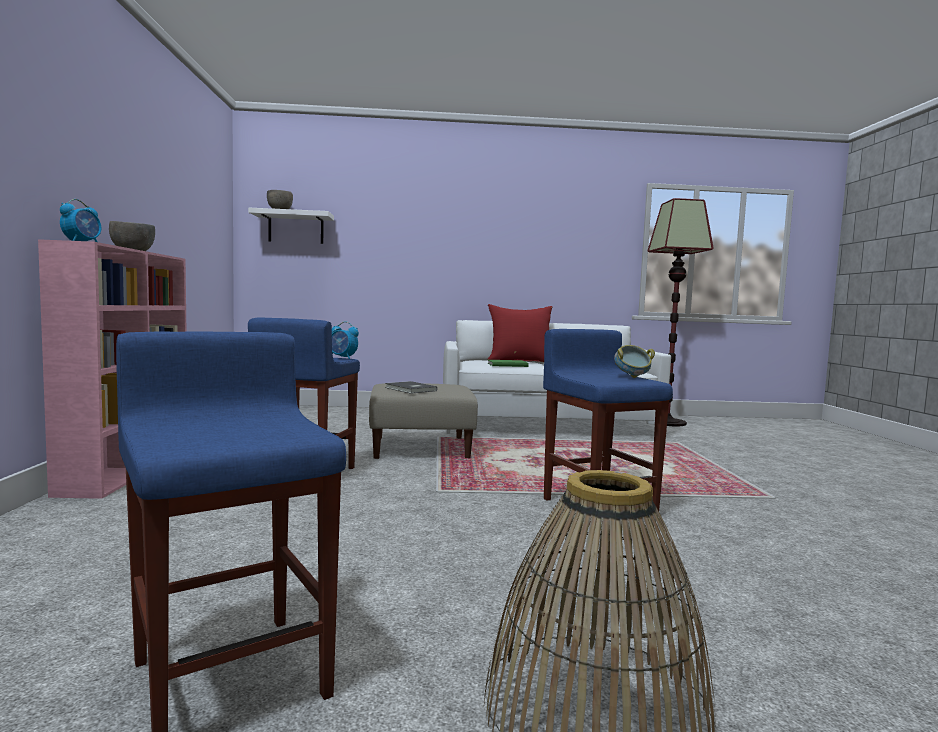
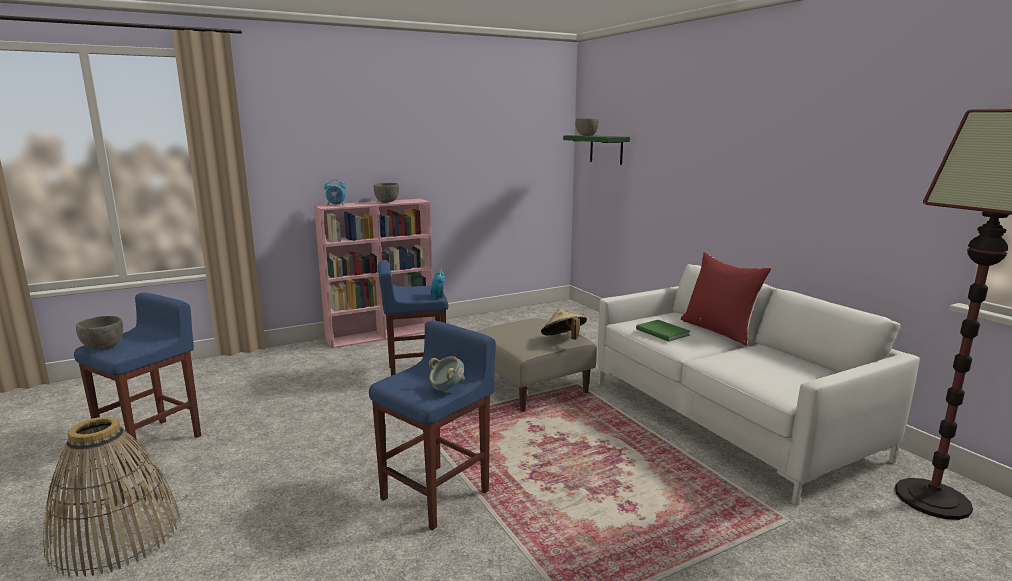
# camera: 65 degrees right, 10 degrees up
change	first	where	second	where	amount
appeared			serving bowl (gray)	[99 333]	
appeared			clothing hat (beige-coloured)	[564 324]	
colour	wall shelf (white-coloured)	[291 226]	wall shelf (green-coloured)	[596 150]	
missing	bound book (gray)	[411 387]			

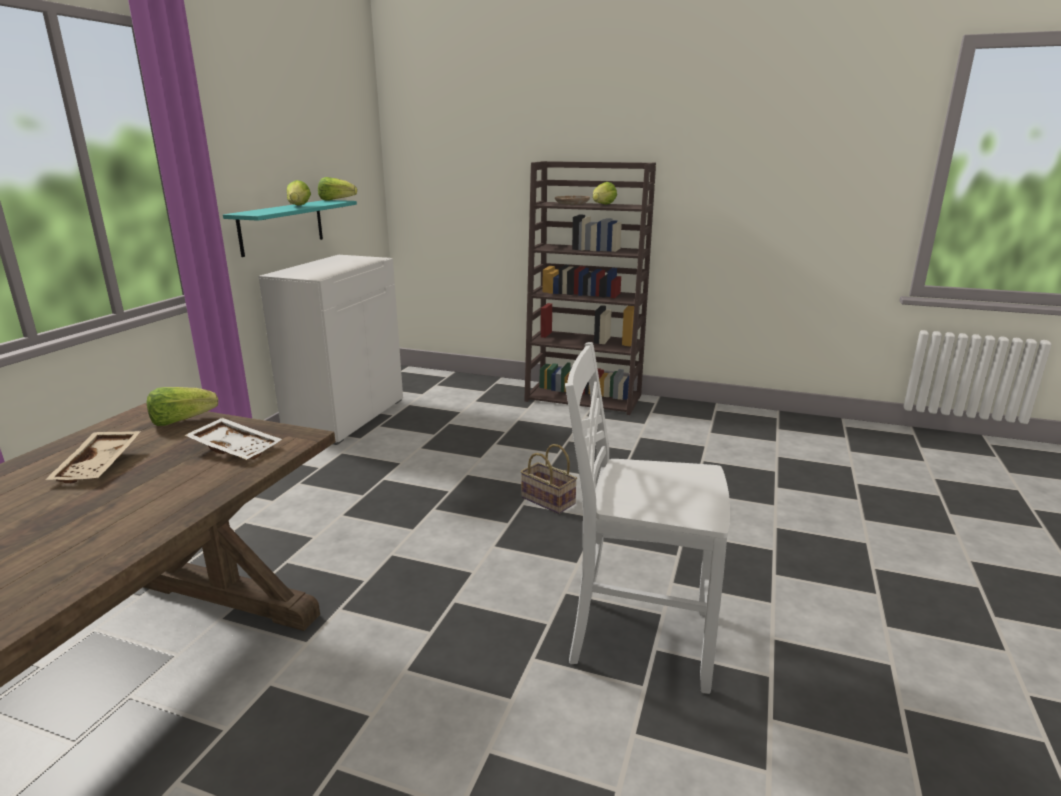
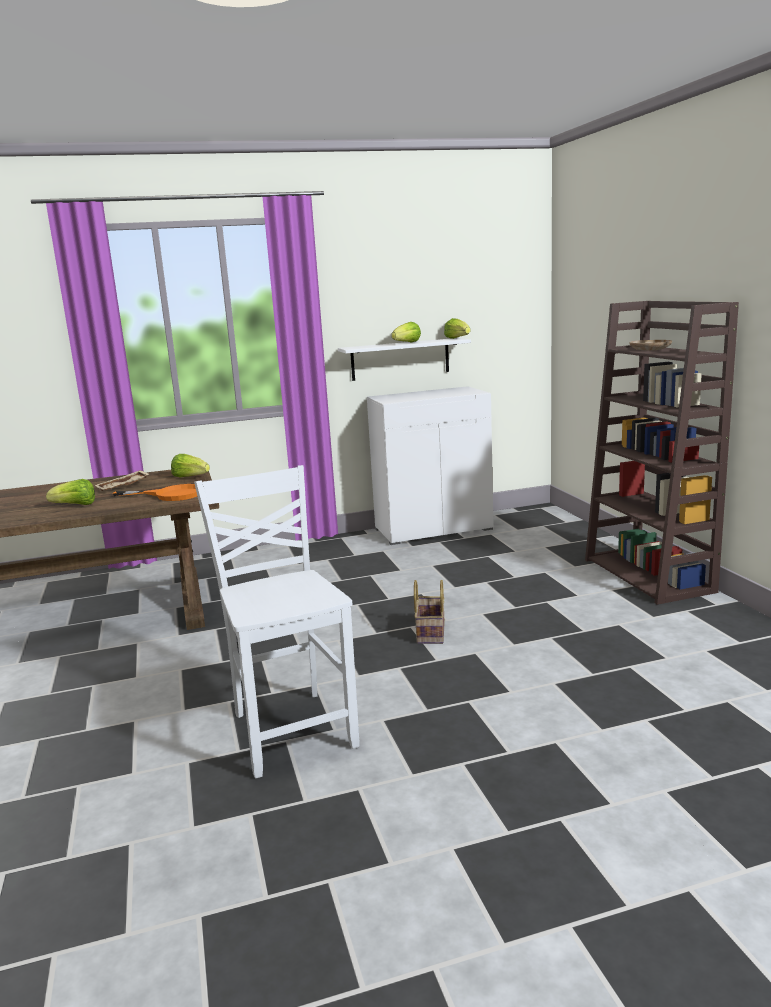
# camera: 55 degrees right, 5 degrees down
change	first	where	second	where	amount
relocated	head of lettuce	[605 193]		[70 492]	
exchanged	carrying tray (white-coloured)	[233 439]	pan (orange-coloured)	[154 492]	
colour	wall shelf (turquoise-coloured)	[290 228]	wall shelf (white-coloured)	[404 359]	

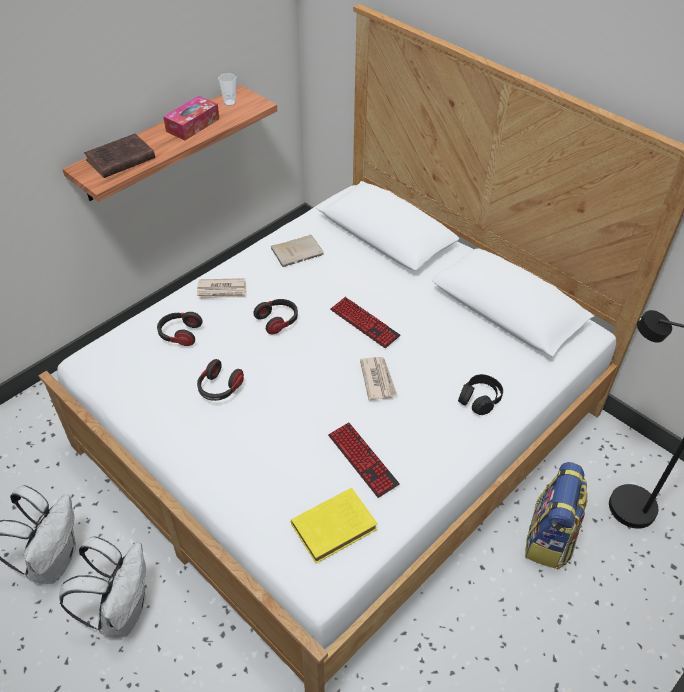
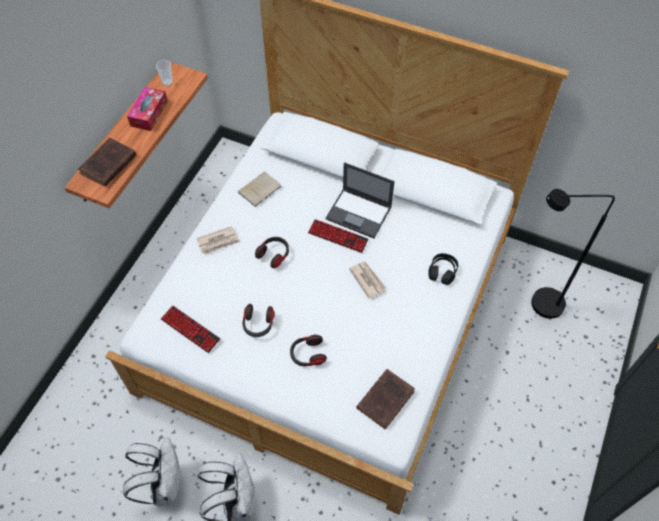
# camera: 20 degrees left, 10 degrees up
change	first	where	second	where	amount
relocated	keyboard	[364 460]		[190 329]	
relocated	pair of headphones	[180 329]		[308 350]	
appeared			notebook computer	[360 200]	
colour	bound book (yellow-coloured)	[334 525]	bound book (brown-coloured)	[385 399]	
missing	knapsack	[556 516]			

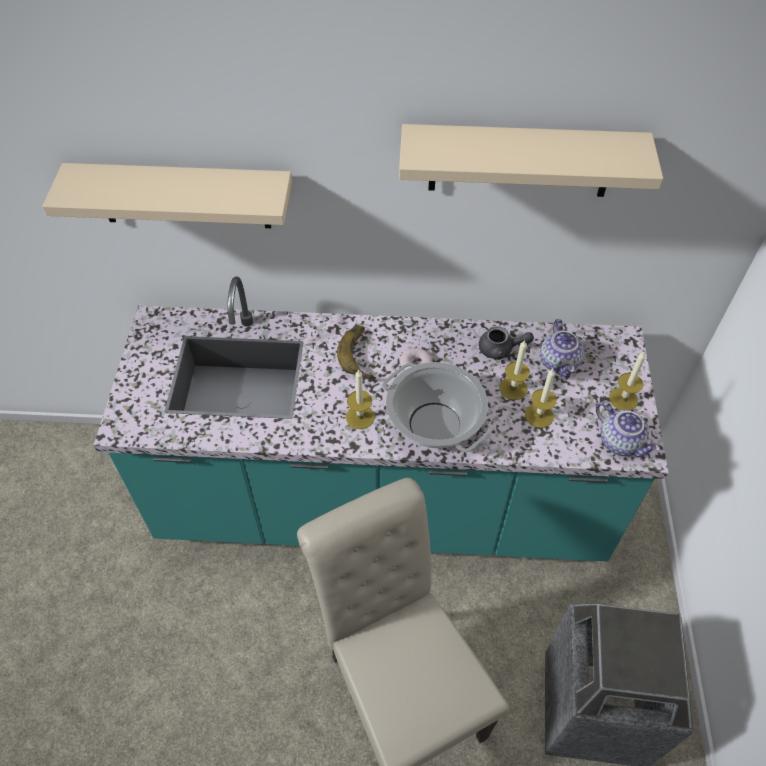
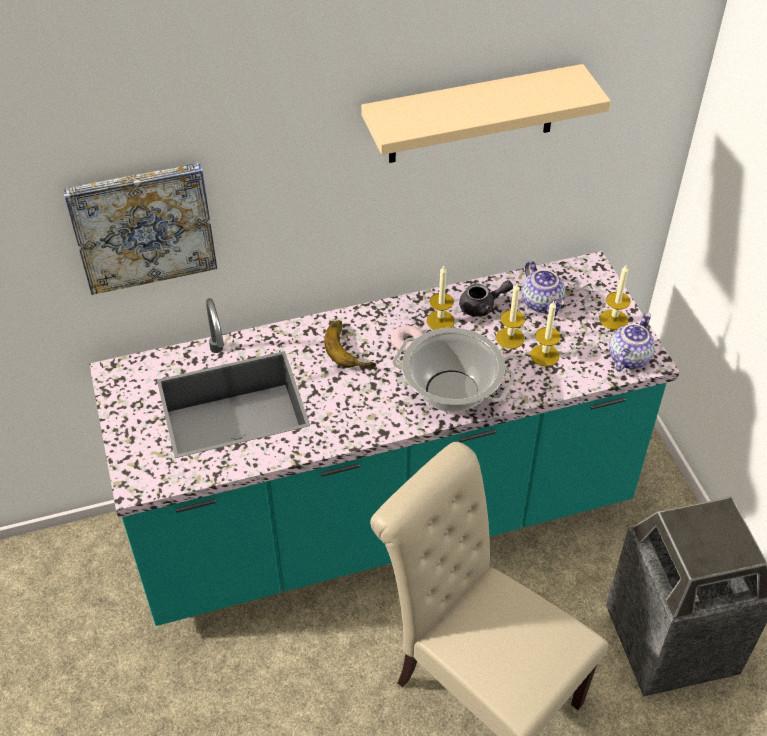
# camera: 20 degrees left, 5 degrees down
change	first	where	second	where	amount
exchanged	wall shelf (beige-coloured)	[167 195]	picture	[140 229]	
relocated	wax light	[360 399]		[441 297]	
spun	pot for tea	[628 429]		[632 342]	90 degrees counterclockwise

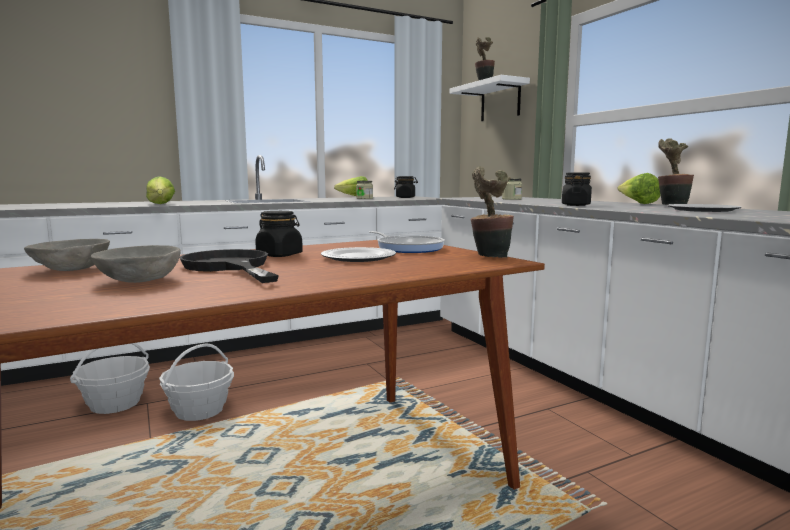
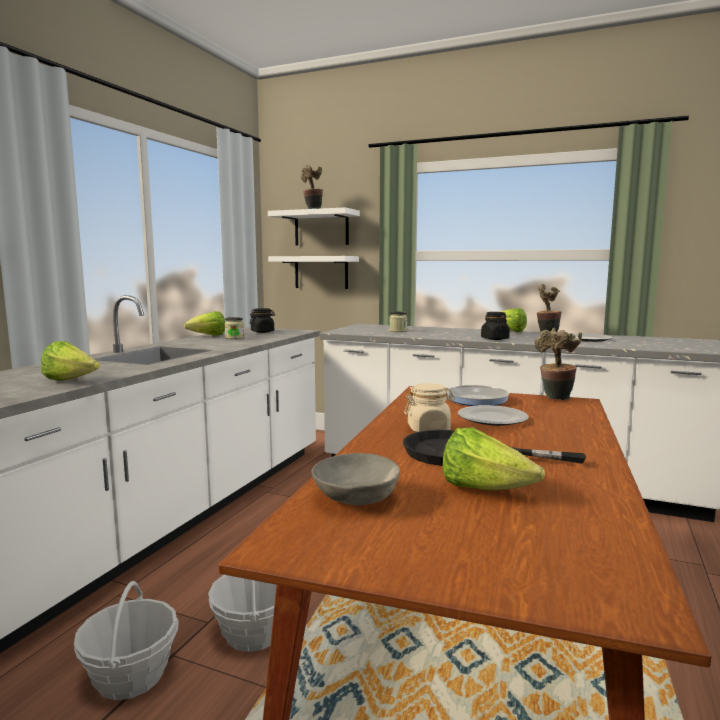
# camera: 40 degrees left, 0 degrees up
change	first	where	second	where	amount
appeared			wall shelf (white-coloured)	[313 272]	
colour	preserve jar (black)	[279 234]	preserve jar (beige-coloured)	[429 407]	
exchanged	serving bowl (gray)	[136 264]	head of lettuce	[493 458]	

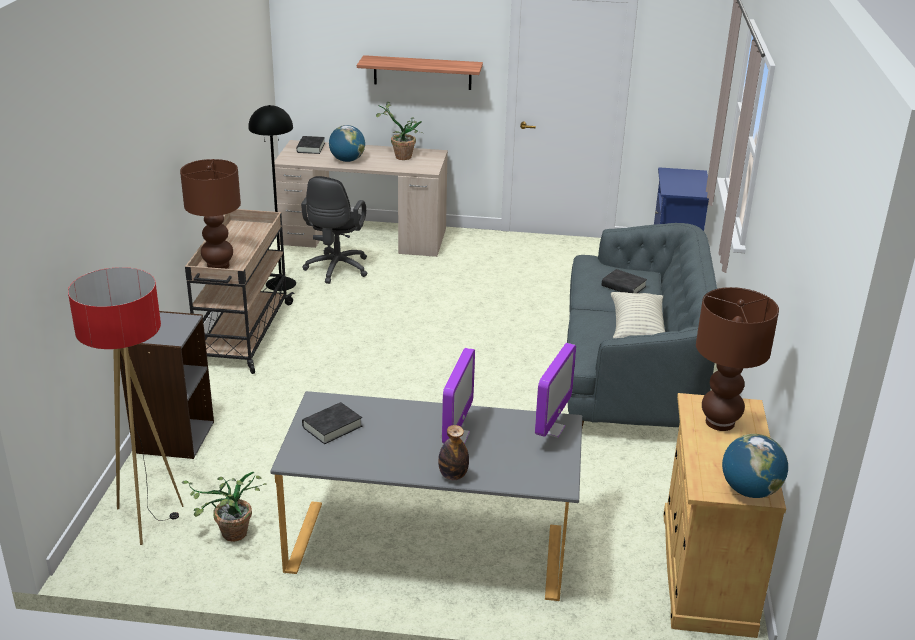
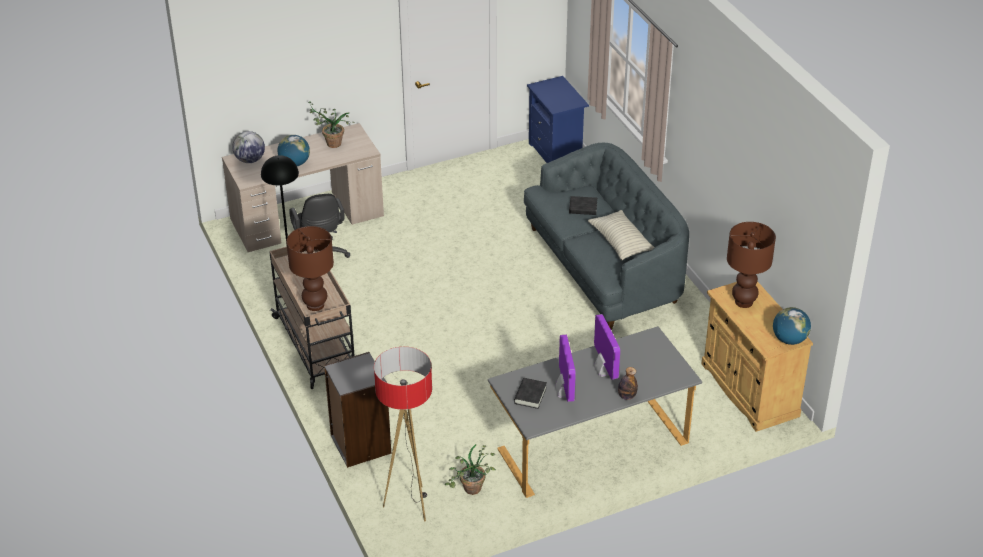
# camera: 30 degrees left, 10 degrees up
change	first	where	second	where	amount
exchanged	bound book (black)	[310 145]	desk globe	[248 147]	
relocated	computer screen	[555 390]		[565 368]	
missing	wall shelf	[420 72]			

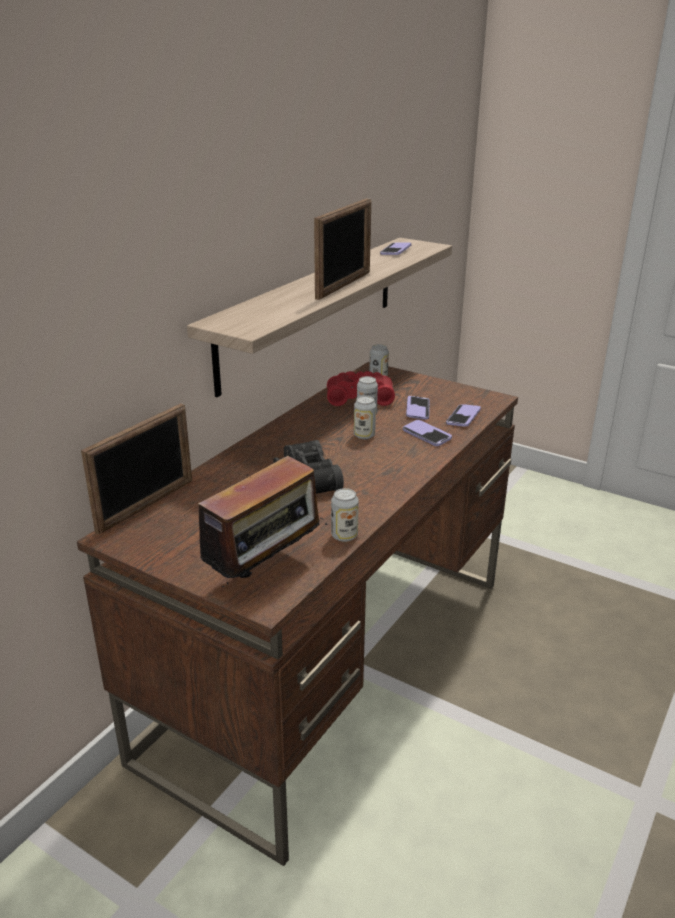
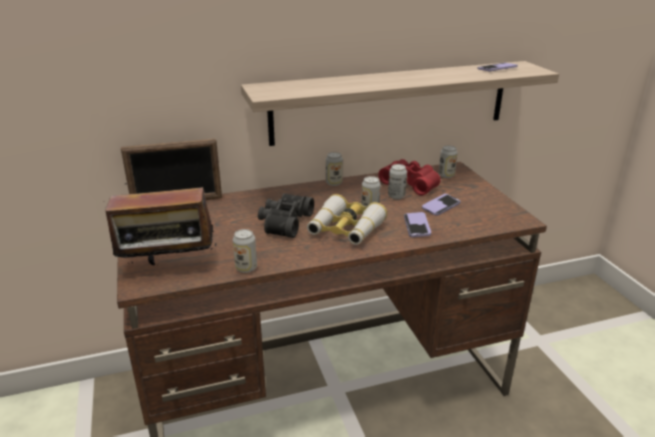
# camera: 40 degrees right, 0 degrees up
change	first	where	second	where	amount
appeared			field glasses	[347 219]	
appeared			sealed can	[334 169]	
missing	picture frame	[342 249]			
missing	telephone	[463 415]			

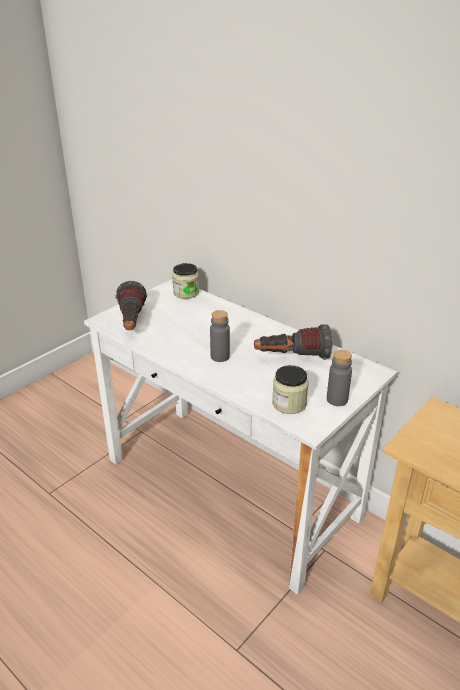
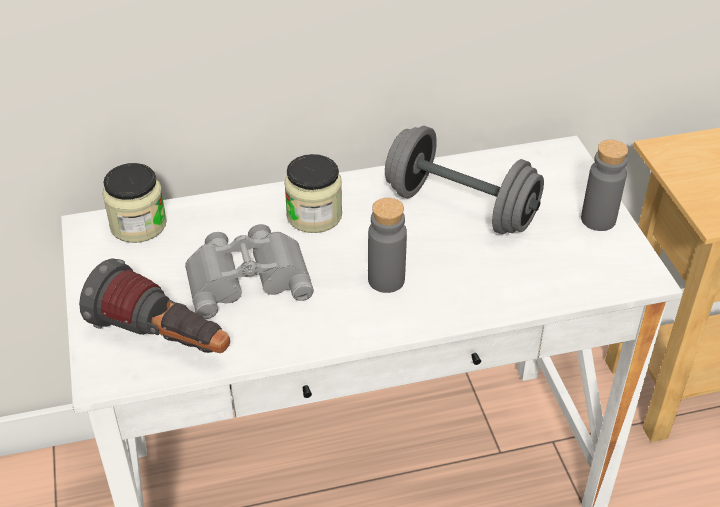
# camera: 55 degrees left, 10 degrees up
change	first	where	second	where	amount
appeared			field glasses (gray)	[249 271]	
relocated	preserve jar	[290 389]		[313 193]	
exchanged	flashlight	[293 342]	free weight (gray)	[464 180]	

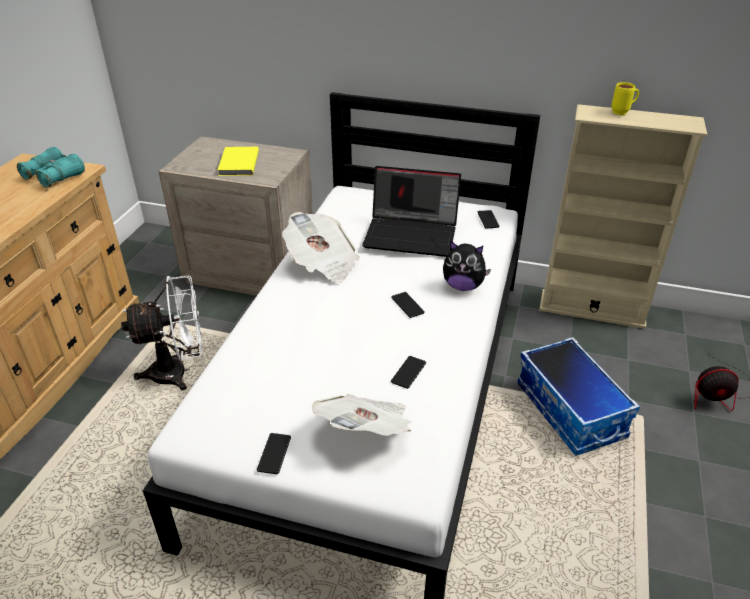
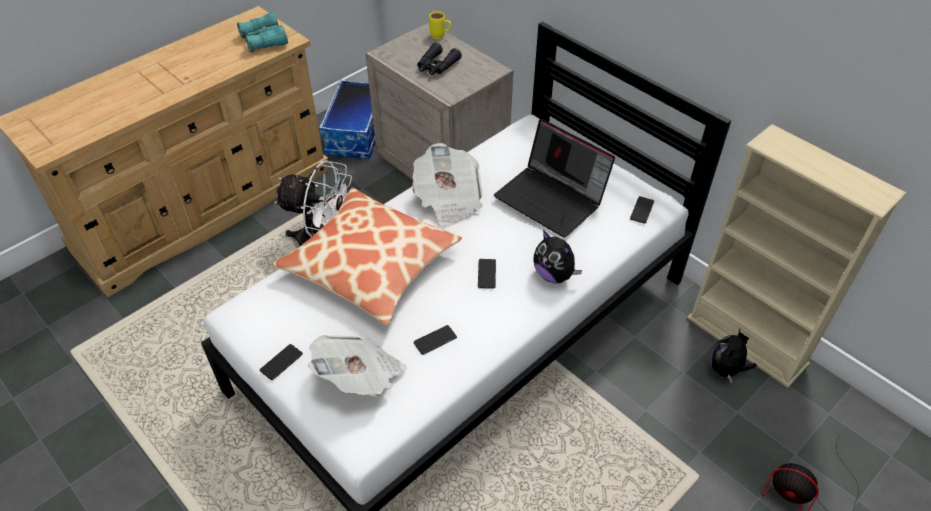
# camera: 30 degrees right, 10 degrees up
change	first	where	second	where	amount
appeared			cushion	[367 256]	
relocated	storage box	[578 396]		[347 119]	
exchanged	bound book (yellow-coloured)	[238 161]	field glasses (black)	[439 58]	
relocated	coffee mug (yellow-coloured)	[625 98]		[440 25]	
appeared			soft toy	[734 356]	

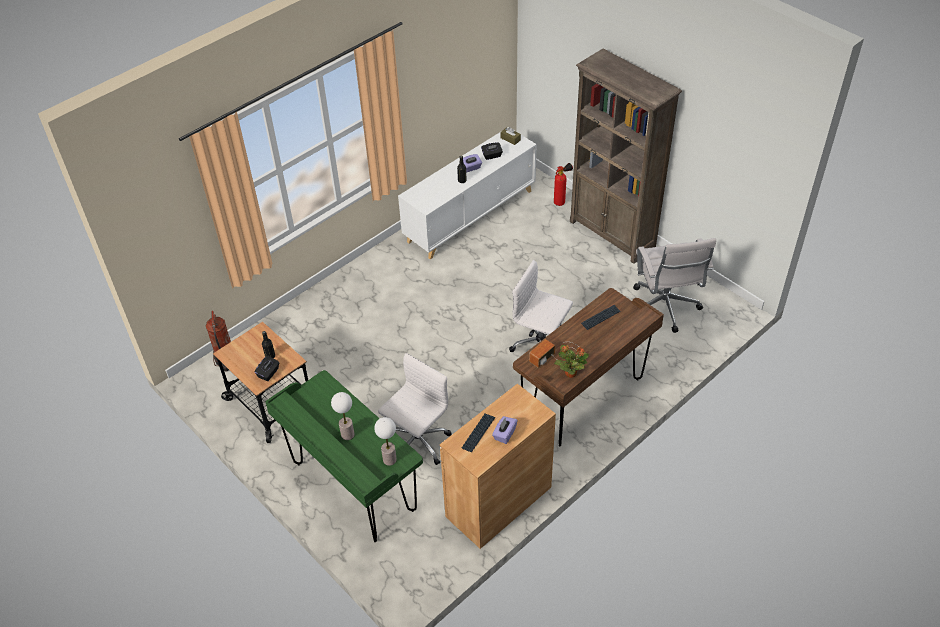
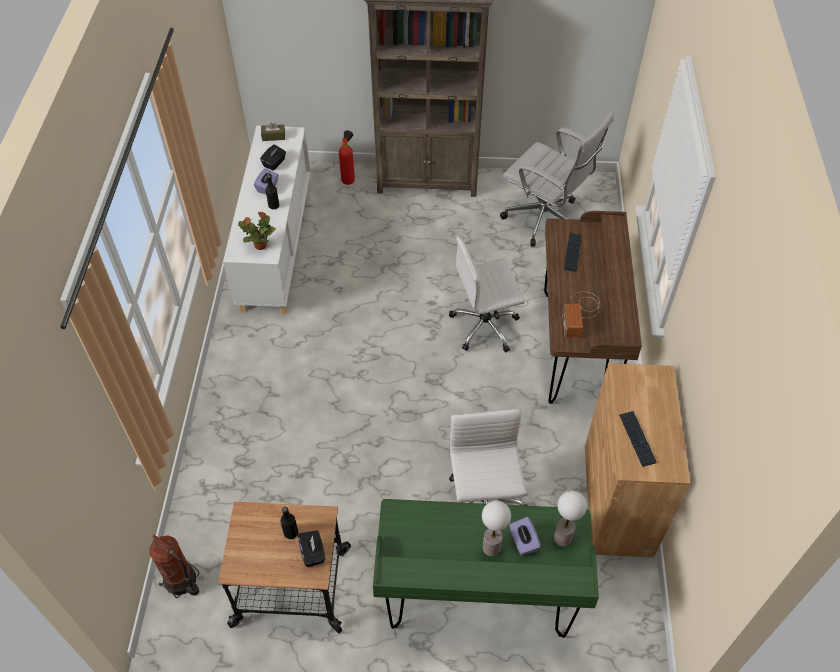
# camera: 45 degrees left, 5 degrees up
change	first	where	second	where	amount
relocated	plant in a pot	[571 361]		[257 231]	
relocated	box of tissues (purplish)	[505 430]		[525 536]	

